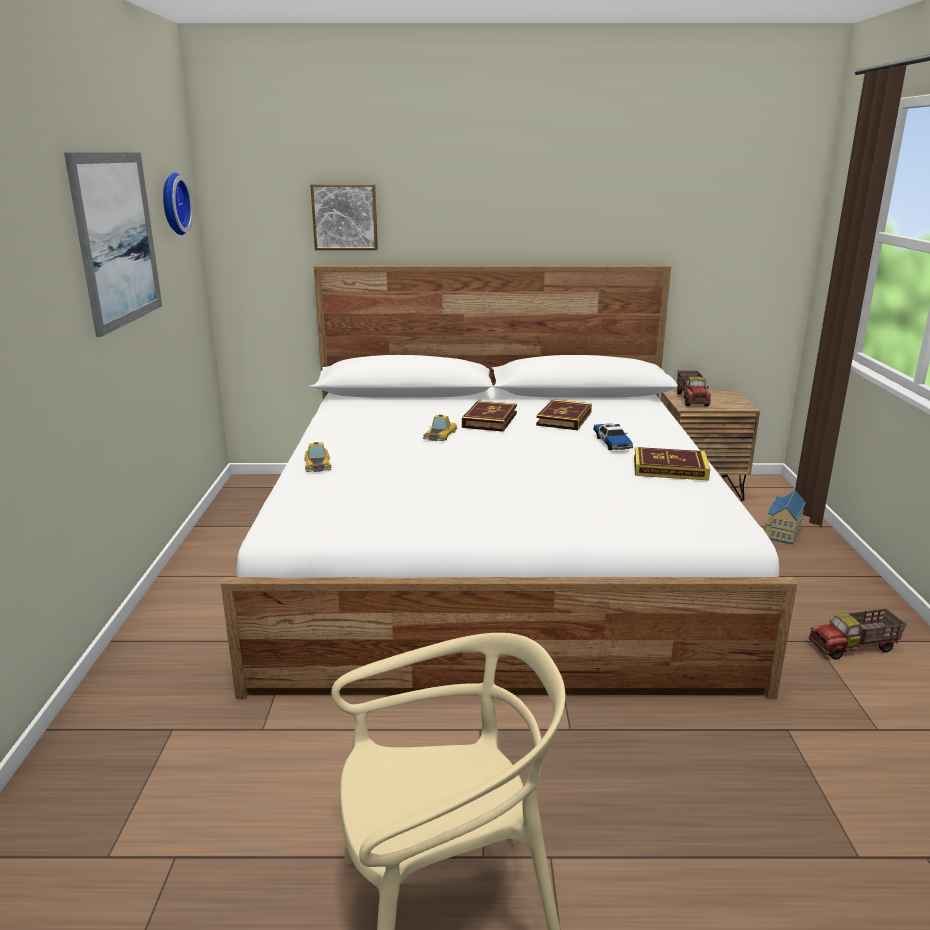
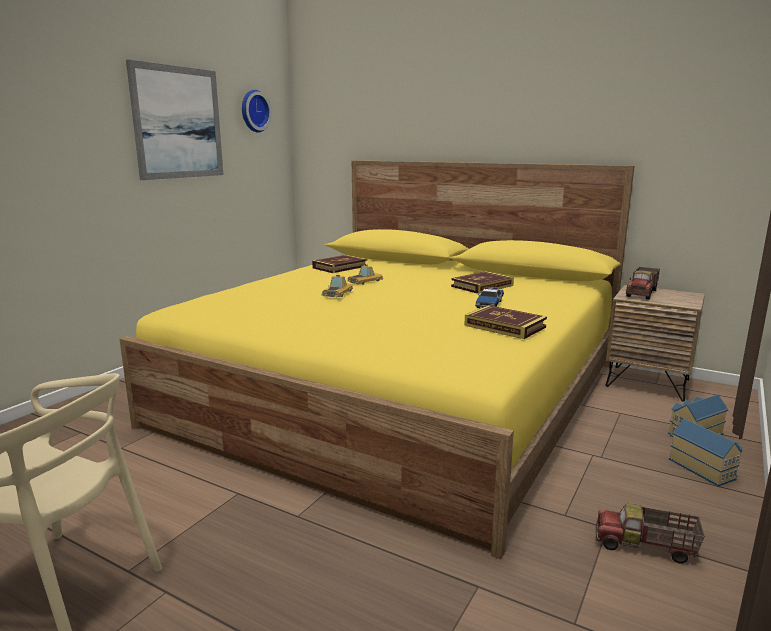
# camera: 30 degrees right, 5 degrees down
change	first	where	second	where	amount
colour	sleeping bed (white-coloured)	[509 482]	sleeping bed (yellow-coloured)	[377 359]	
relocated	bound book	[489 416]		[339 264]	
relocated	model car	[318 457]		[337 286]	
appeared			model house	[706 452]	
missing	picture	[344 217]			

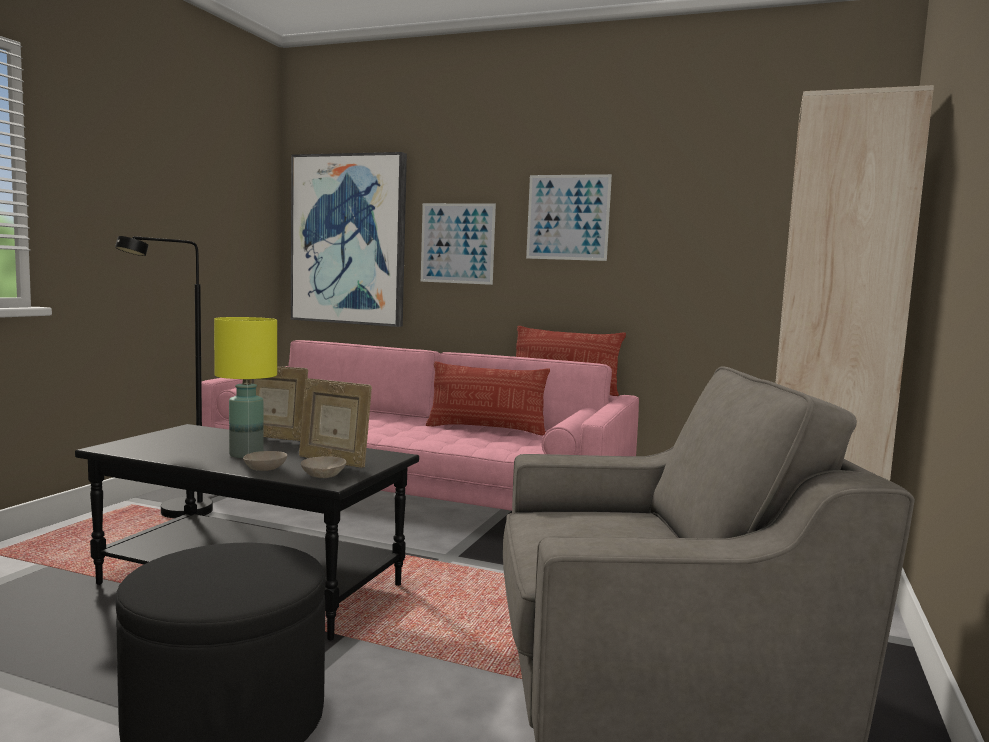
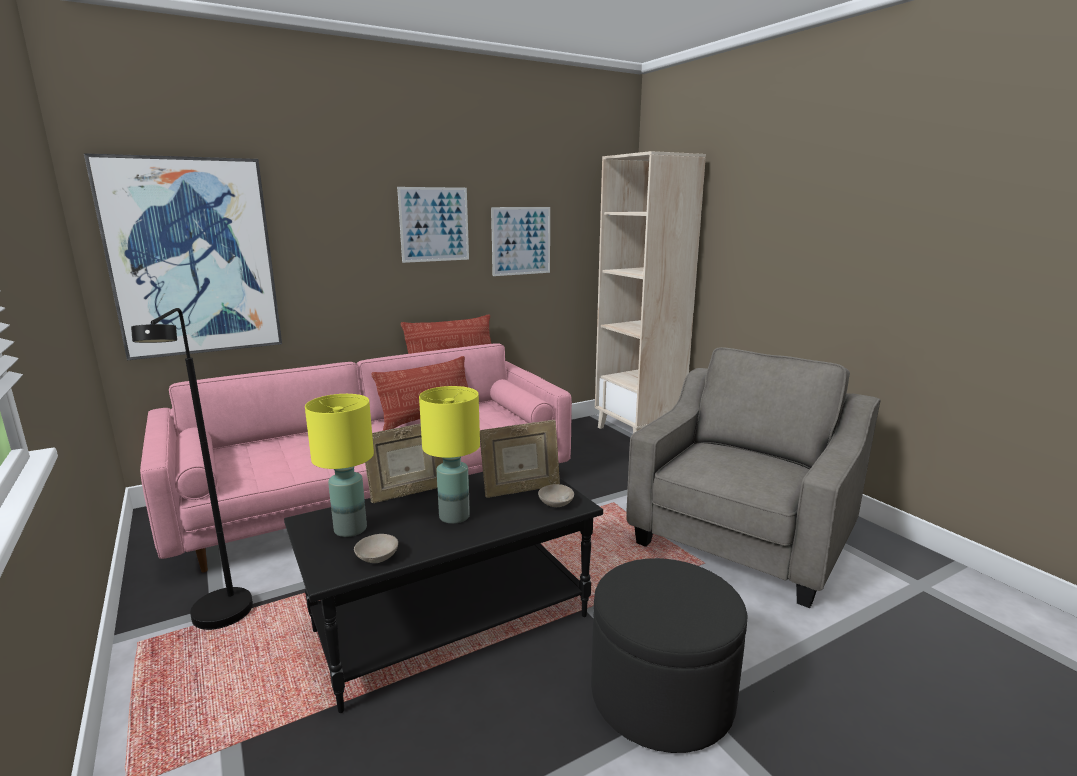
# camera: 50 degrees left, 10 degrees up
change	first	where	second	where	amount
appeared			table lamp (yellow-coloured)	[339 465]	
relocated	serving bowl (beige-coloured)	[265 461]		[376 548]	
relocated	picture	[458 244]		[520 241]	

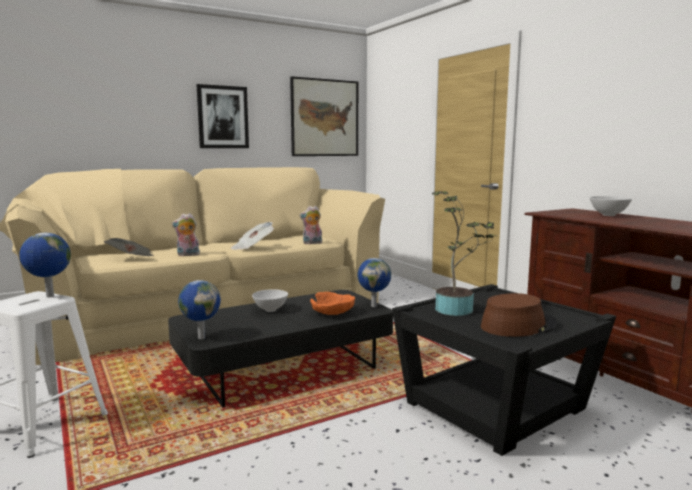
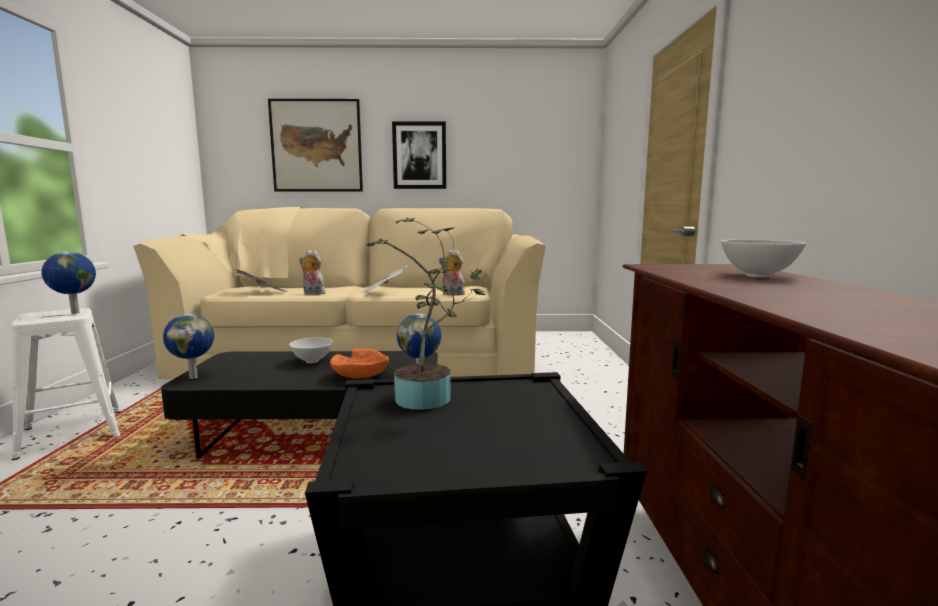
# camera: 30 degrees right, 0 degrees up
change	first	where	second	where	amount
relocated	picture	[324 116]		[315 145]	
missing	clothing hat (brown-coloured)	[519 315]			

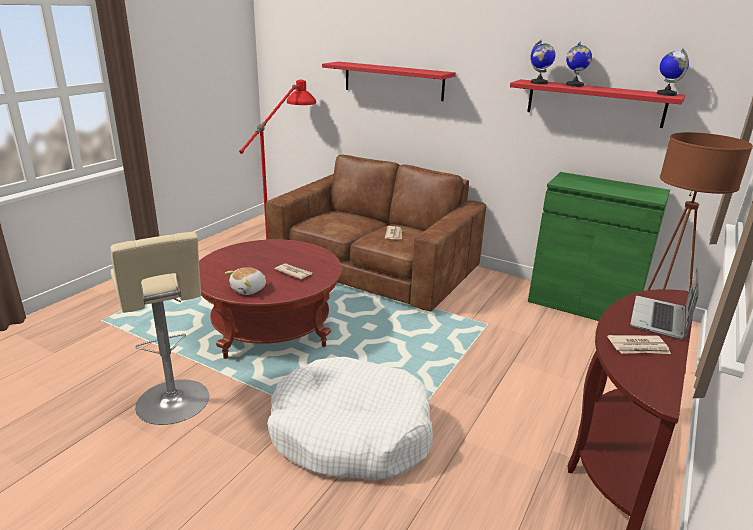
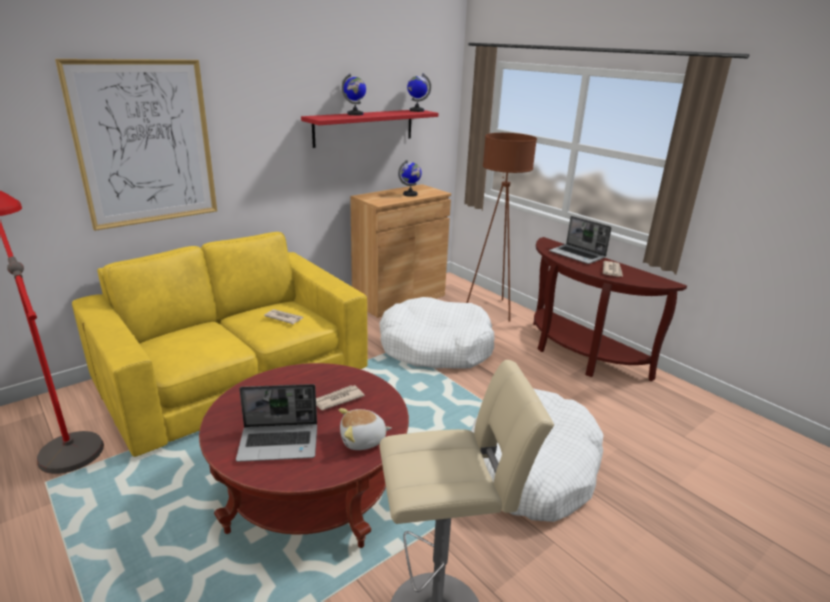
# camera: 70 degrees left, 0 degrees up
change	first	where	second	where	amount
exchanged	wall shelf (red-coloured)	[389 81]	picture	[136 145]	
colour	couch (brown-coloured)	[376 233]	couch (yellow-coloured)	[220 344]	
appeared			notebook computer	[276 423]	
spun	soft toy	[245 281]		[365 429]	105 degrees clockwise
colour	cabinet (green-coloured)	[599 246]	cabinet (brown-coloured)	[400 251]	
appeared			dog bed (white-coloured)	[437 333]	
relocated	desk globe	[542 62]		[410 178]	

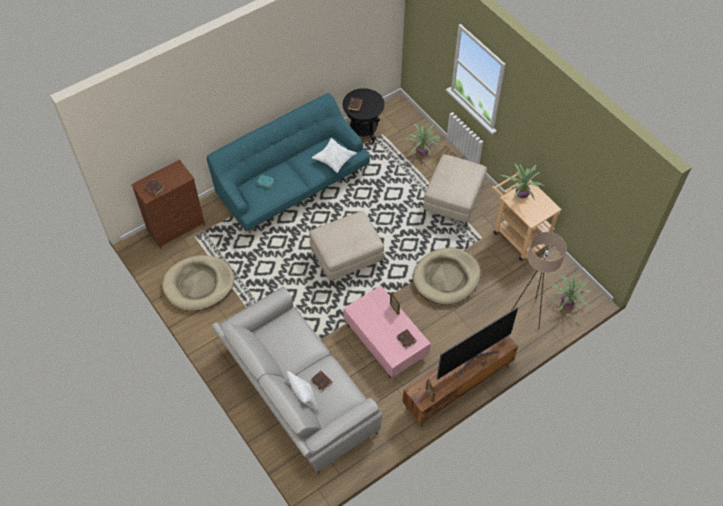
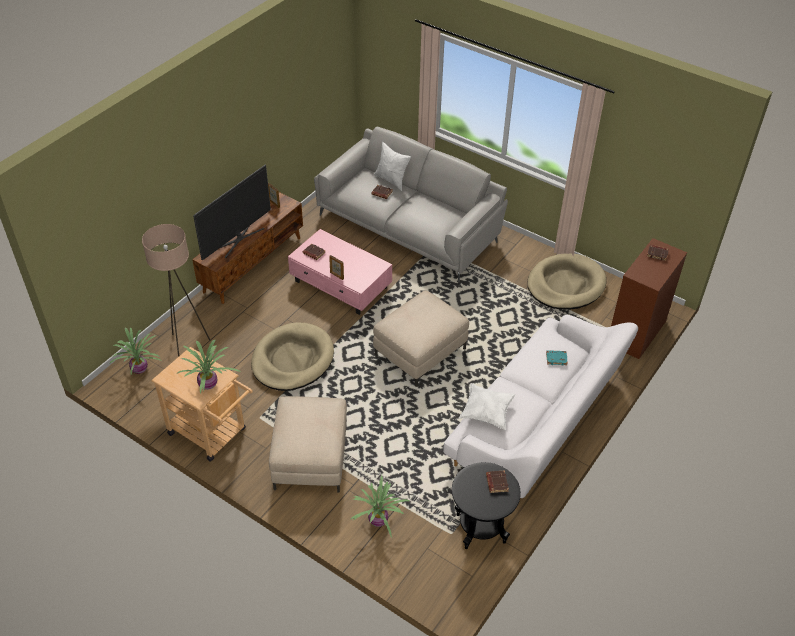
# camera: 160 degrees right, 10 degrees down
change	first	where	second	where	amount
colour	couch (turquoise-coloured)	[288 163]	couch (white-coloured)	[540 406]	

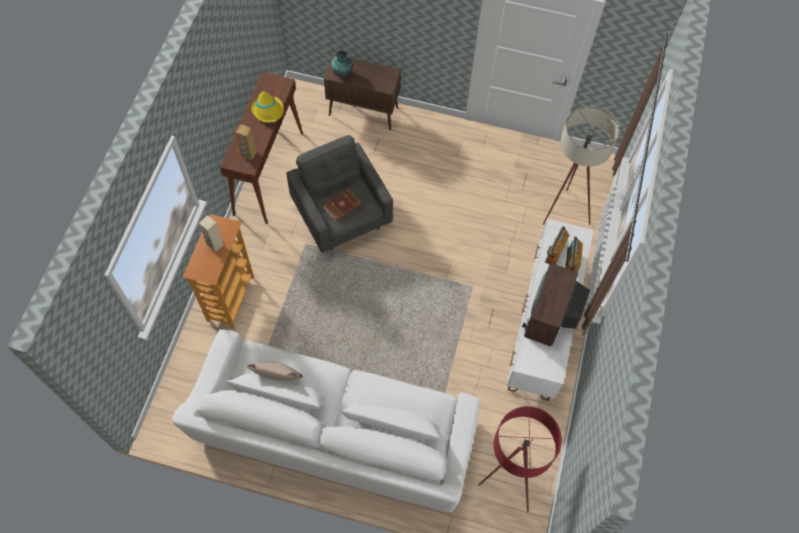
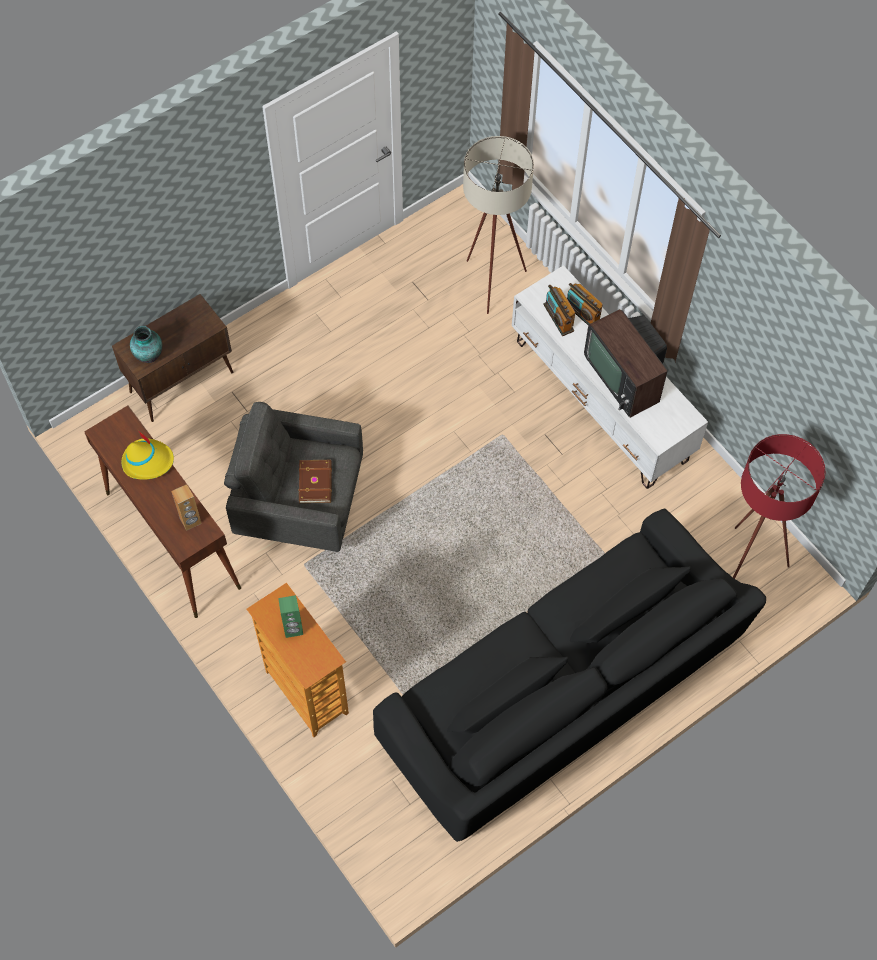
# camera: 50 degrees left, 0 degrees up
change	first	where	second	where	amount
colour	audio speaker (beige-coloured)	[211 234]	audio speaker (green-coloured)	[290 616]	
colour	couch (white-coloured)	[326 421]	couch (black)	[569 675]	
missing	cushion (beige-coloured)	[275 371]			

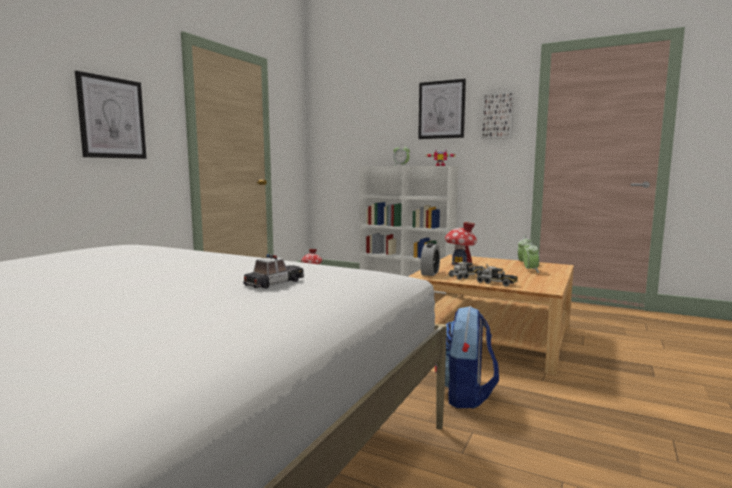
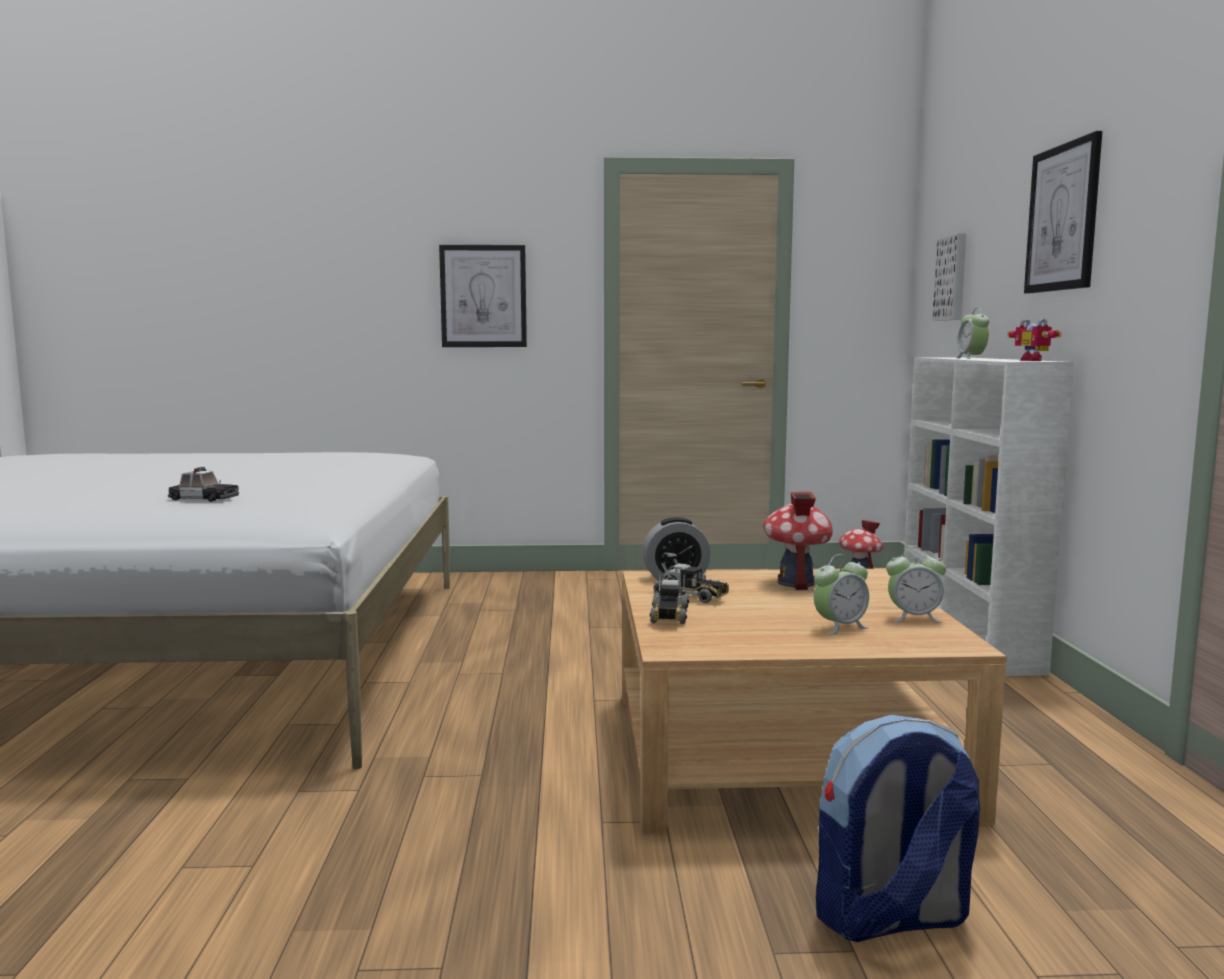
# camera: 60 degrees right, 0 degrees up
change	first	where	second	where	amount
relocated	knapsack	[467 357]		[898 828]	
relocated	picture	[498 115]		[949 277]	

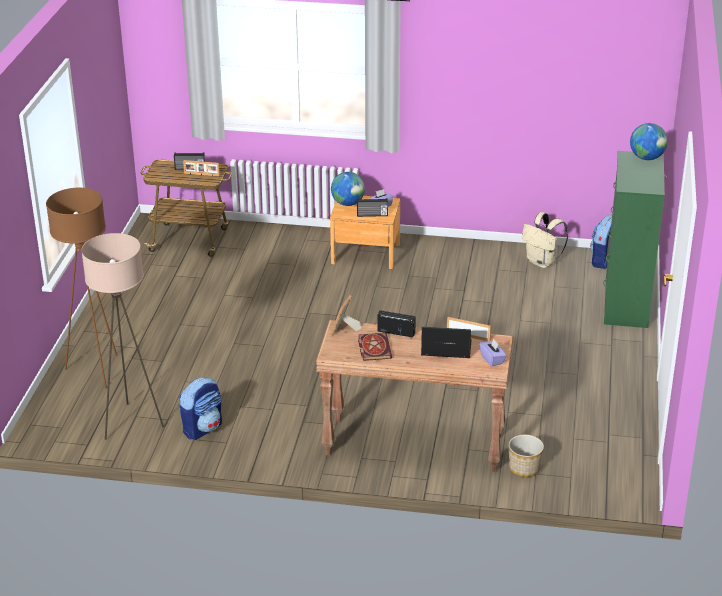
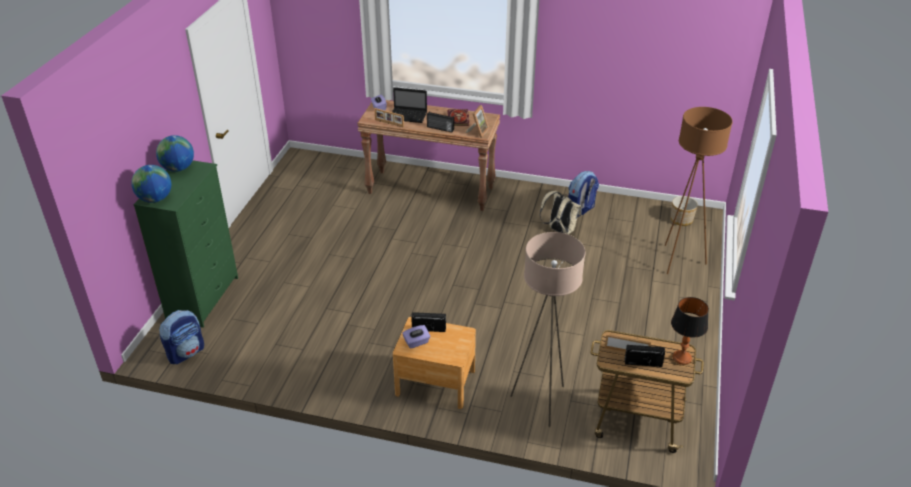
# camera: 175 degrees left, 5 degrees up
change	first	where	second	where	amount
relocated	desk globe	[348 189]		[175 153]	
relocated	floor lamp (beige-coloured)	[122 336]		[547 329]	
relocated	knapsack (beige-coloured)	[545 240]		[561 212]	
relocated	flower pot	[526 456]		[684 211]	
appeared			table lamp	[690 331]	

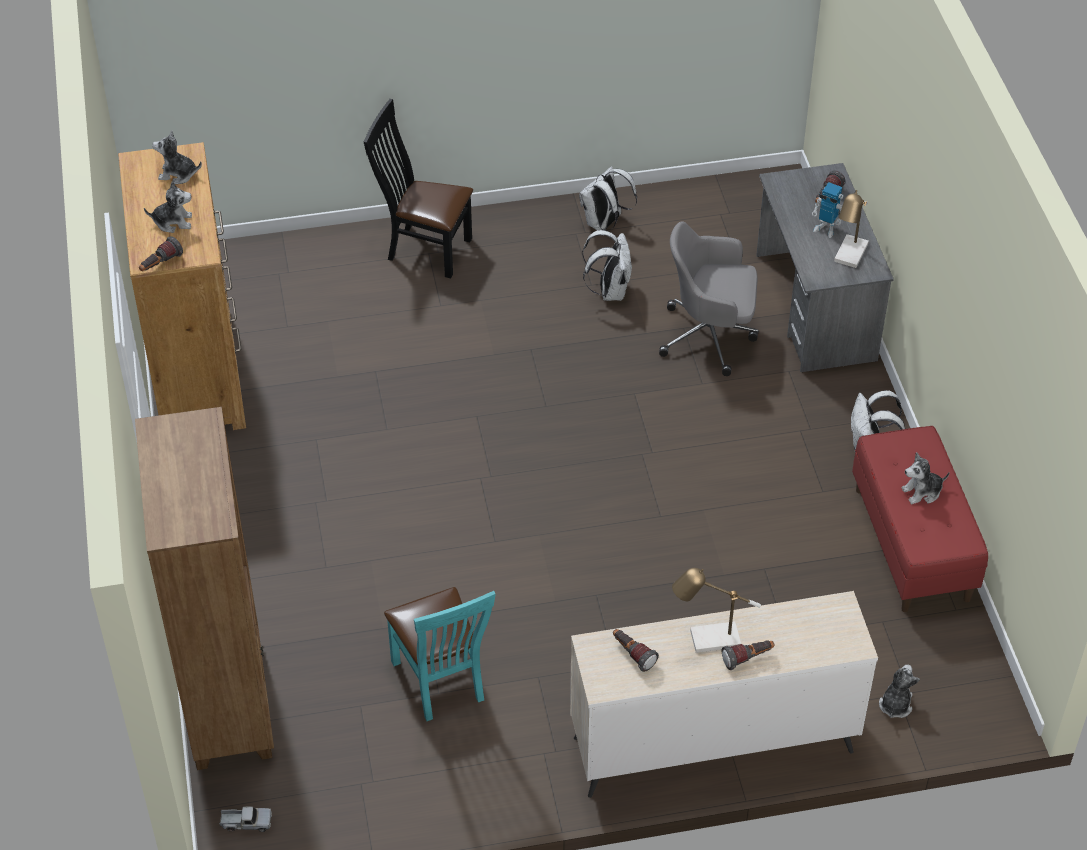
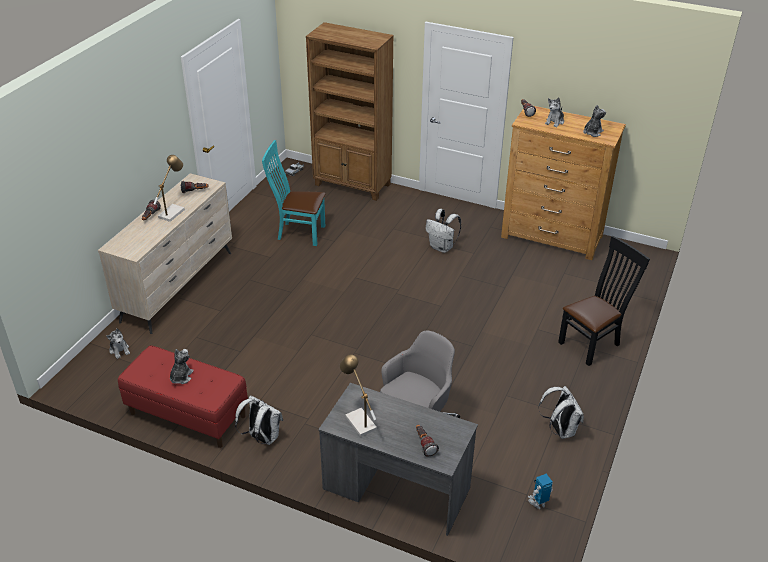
# camera: 125 degrees right, 10 degrees down
change	first	where	second	where	amount
relocated	knapsack (white-coloured)	[607 265]		[443 231]	
relocated	model robot	[827 210]		[540 491]	

